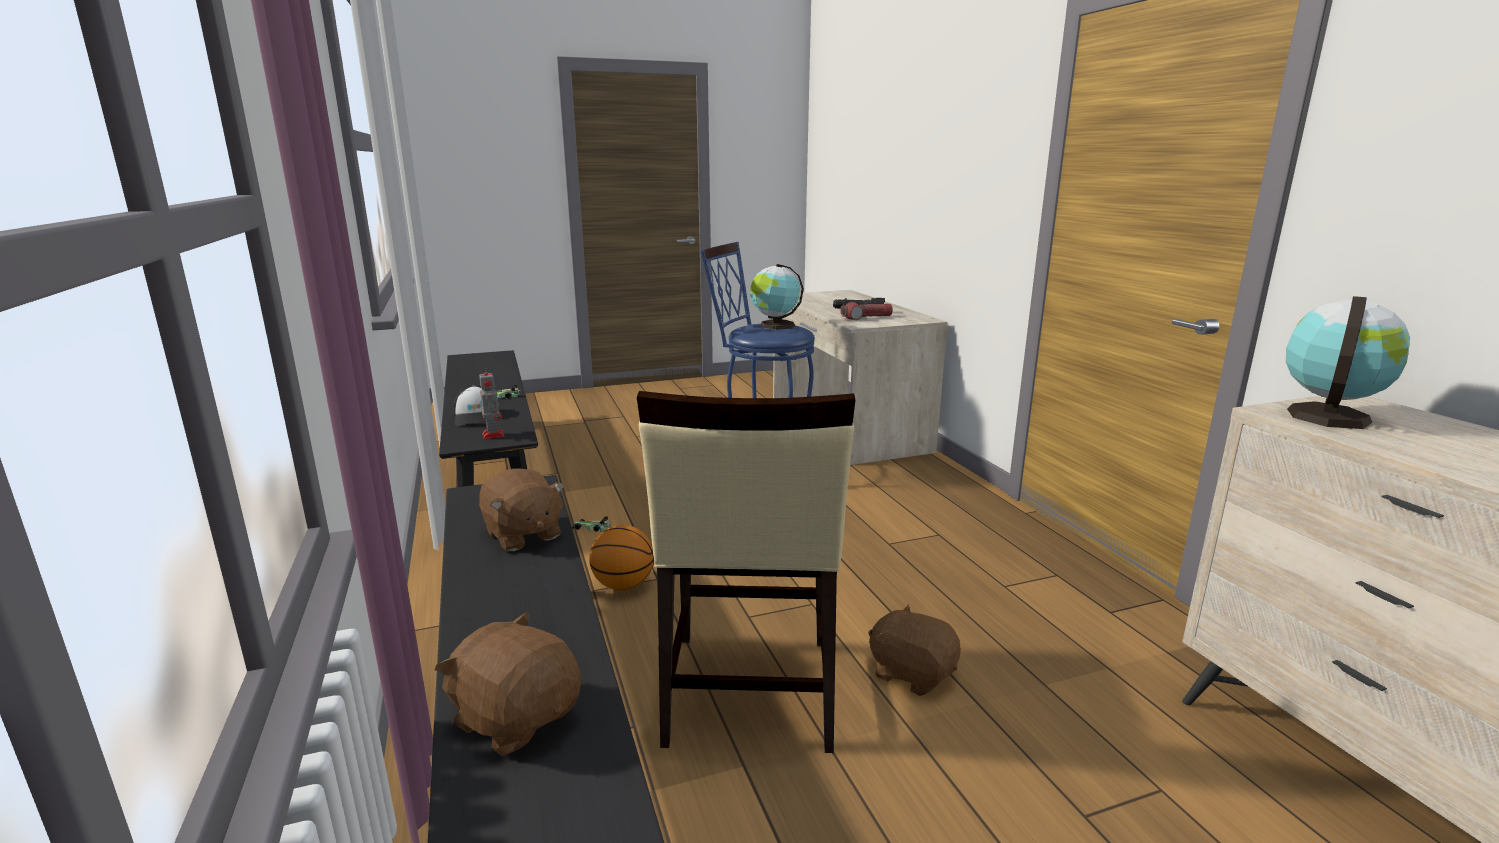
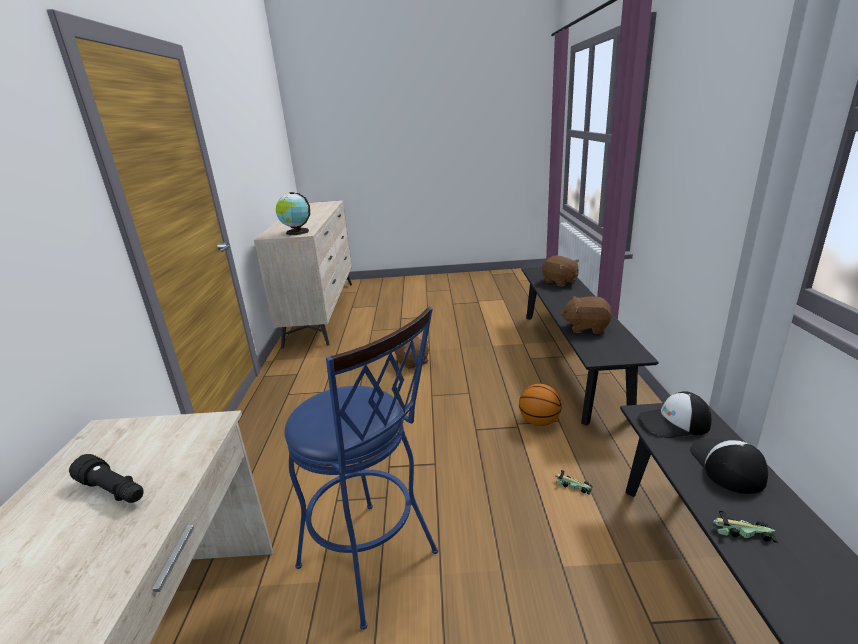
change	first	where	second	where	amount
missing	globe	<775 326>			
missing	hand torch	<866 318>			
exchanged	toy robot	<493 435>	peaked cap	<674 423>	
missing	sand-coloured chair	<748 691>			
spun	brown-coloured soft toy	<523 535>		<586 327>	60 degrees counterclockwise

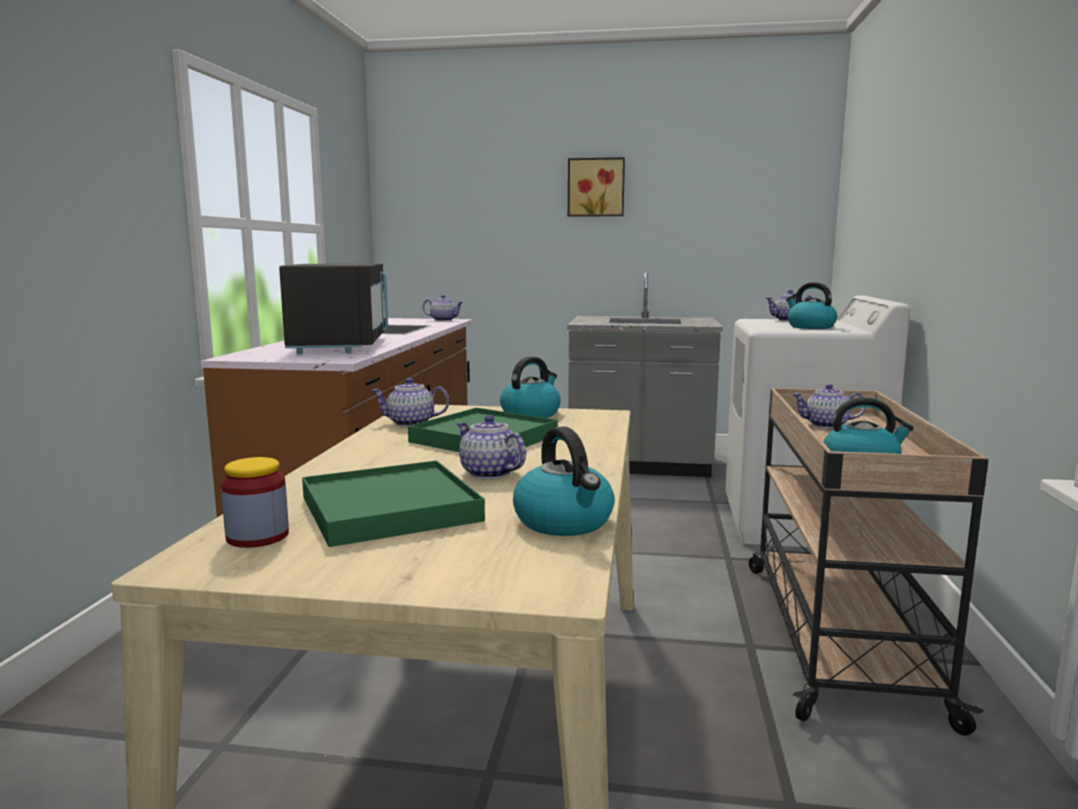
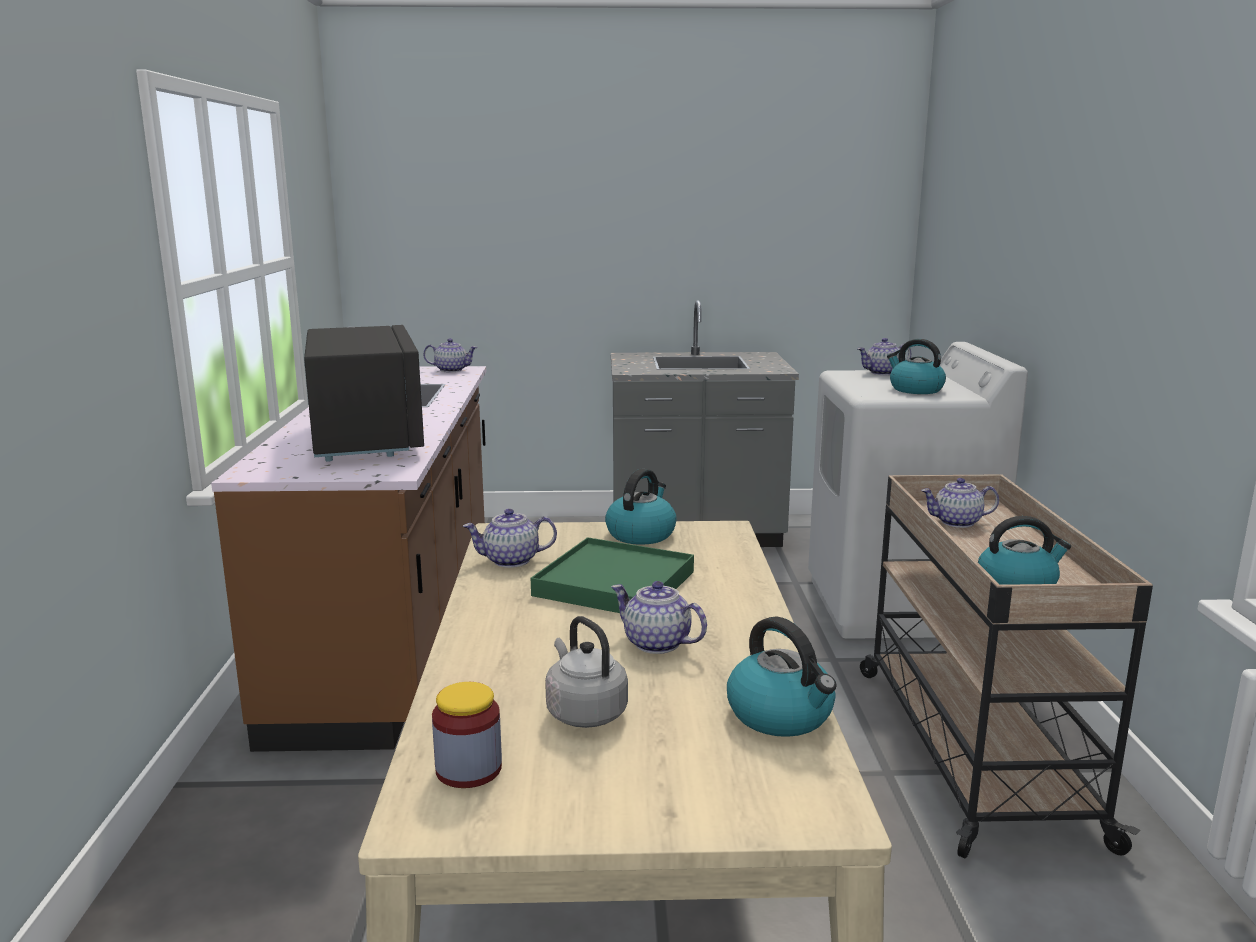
change	first	where	second	where	amount
missing	wall art	<596 187>			
exchanged	green-coloured tray	<389 509>	grey tea kettle	<584 712>	

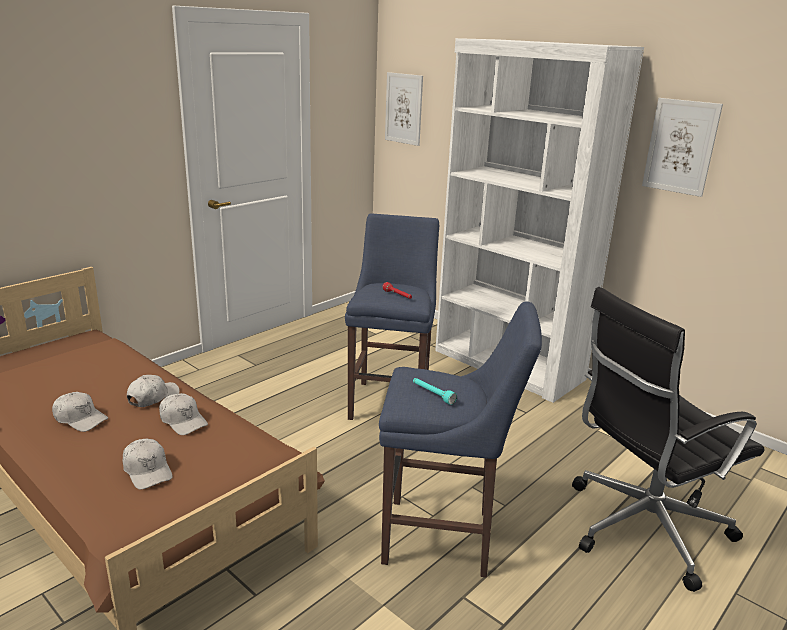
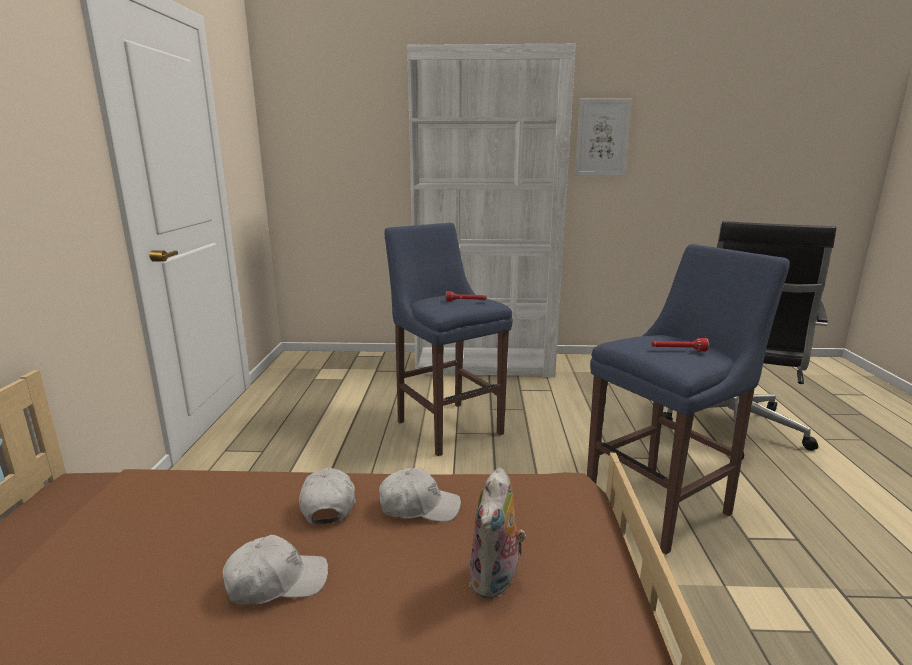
change	first	where	second	where	amount
missing	wall art	<403 108>			
colour	blue-green hand torch	<432 394>	red hand torch	<678 350>	
exchanged	white-coloured peaked cap	<148 470>	soft toy	<496 580>	

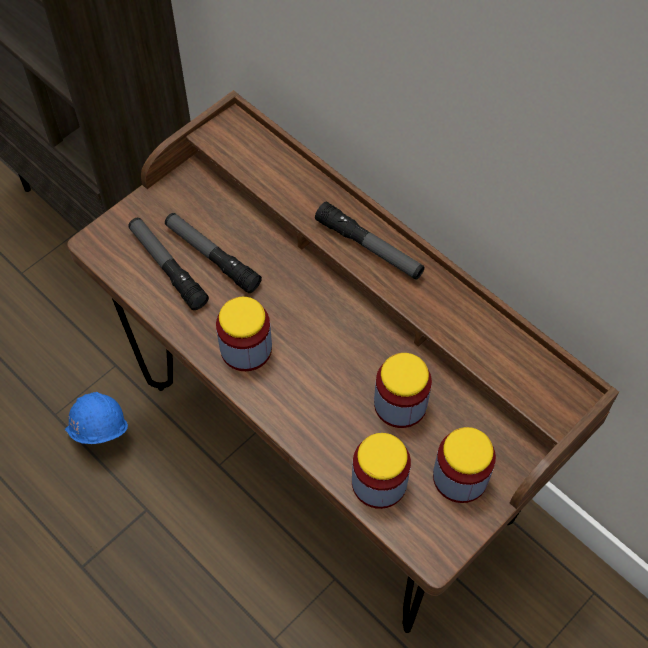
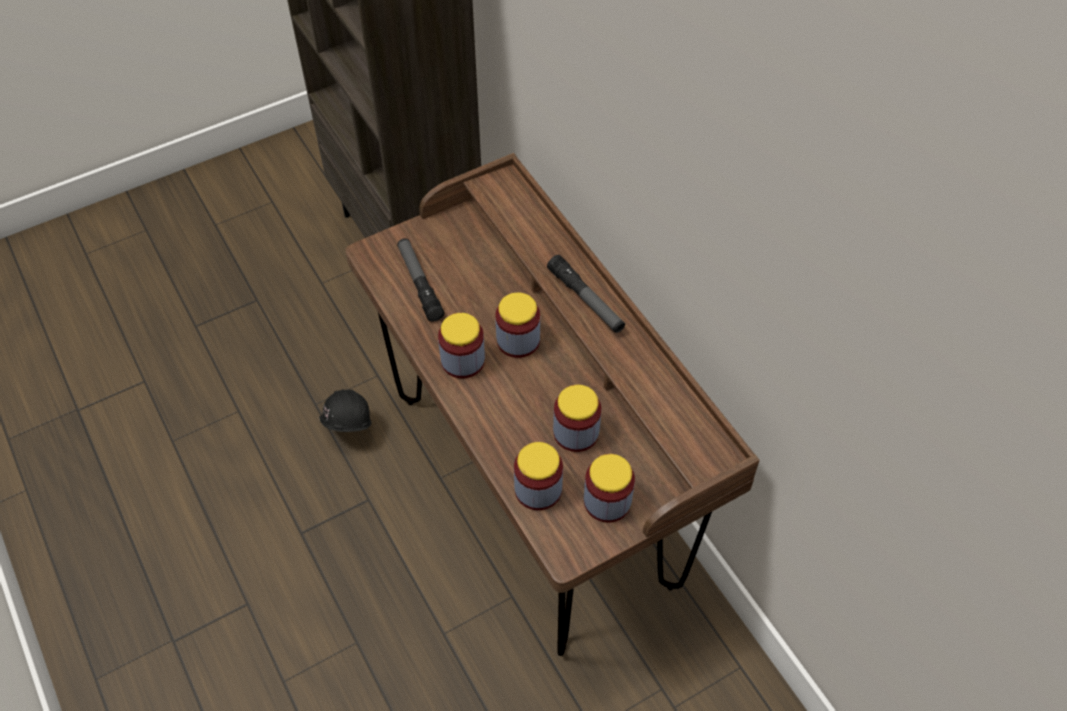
change	first	where	second	where	amount
missing	hand torch	<212 256>			
colour	blue safety helmet	<99 437>	blackish safety helmet	<347 431>	
appeared			preserve jar	<518 340>	

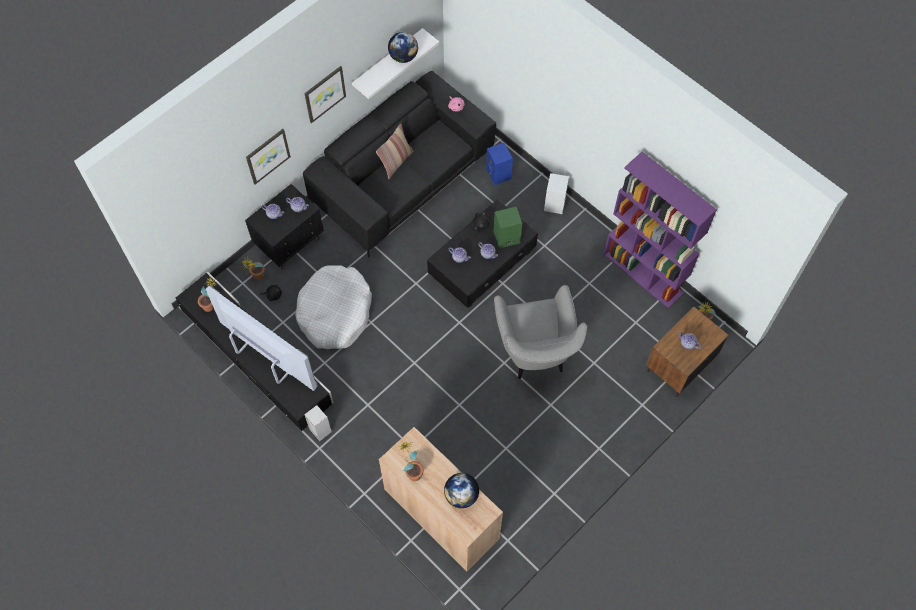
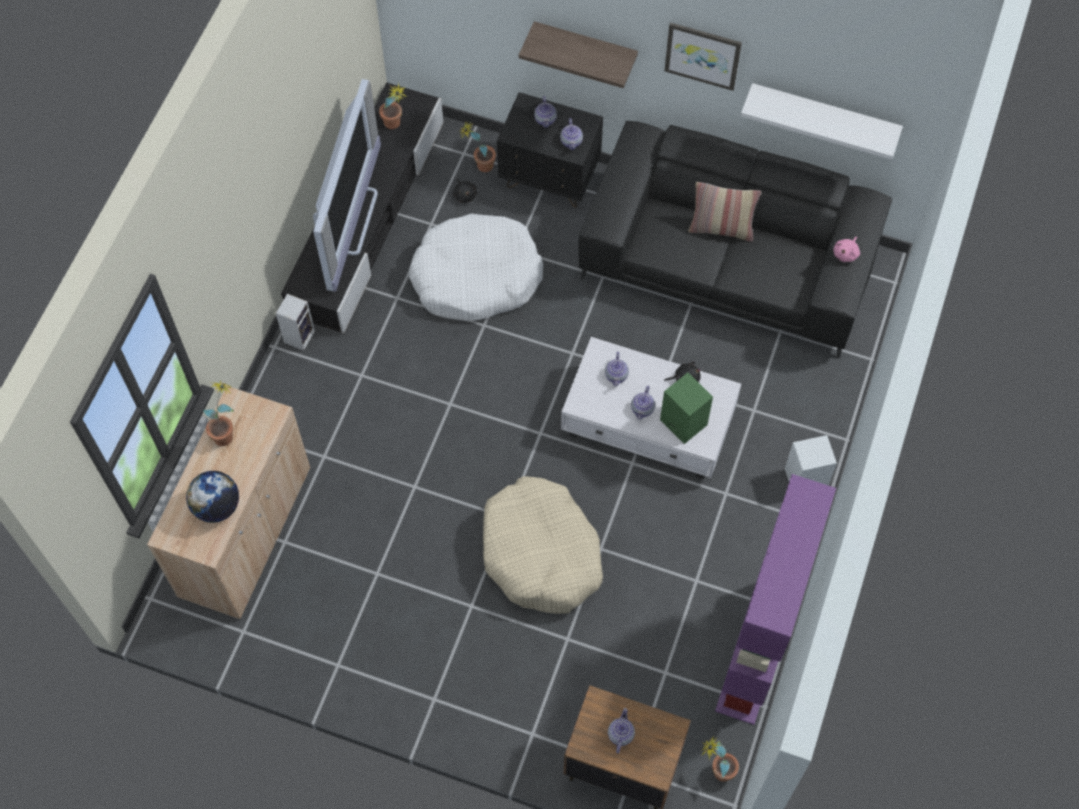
change	first	where	second	where	amount
missing	globe	<403 57>			
exchanged	wall art	<267 156>	shelf	<585 47>	
missing	blue speaker	<499 174>			
colour	blackish coffee table	<483 264>	white-coloured coffee table	<649 424>	
exchanged	grey easy chair	<535 354>	sand-coloured dog cushion	<541 553>	

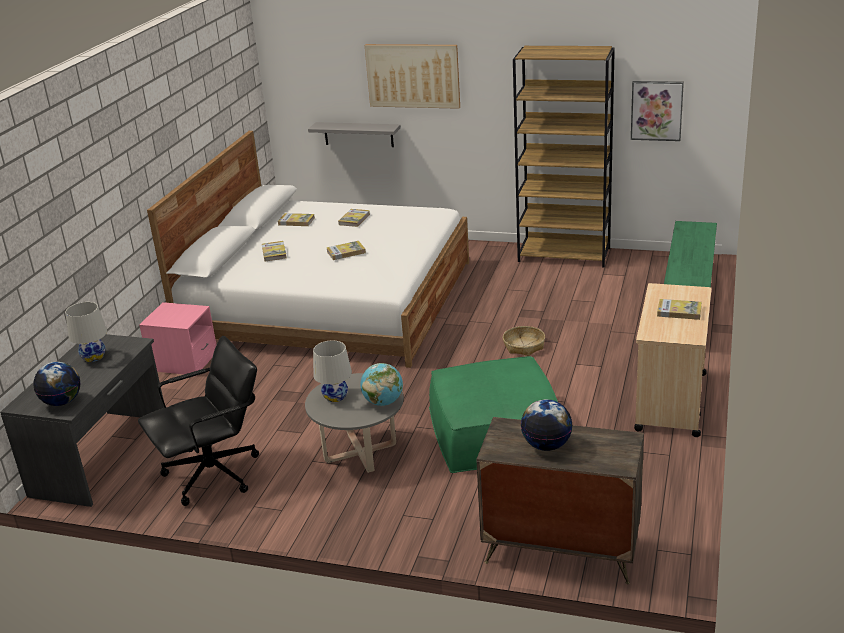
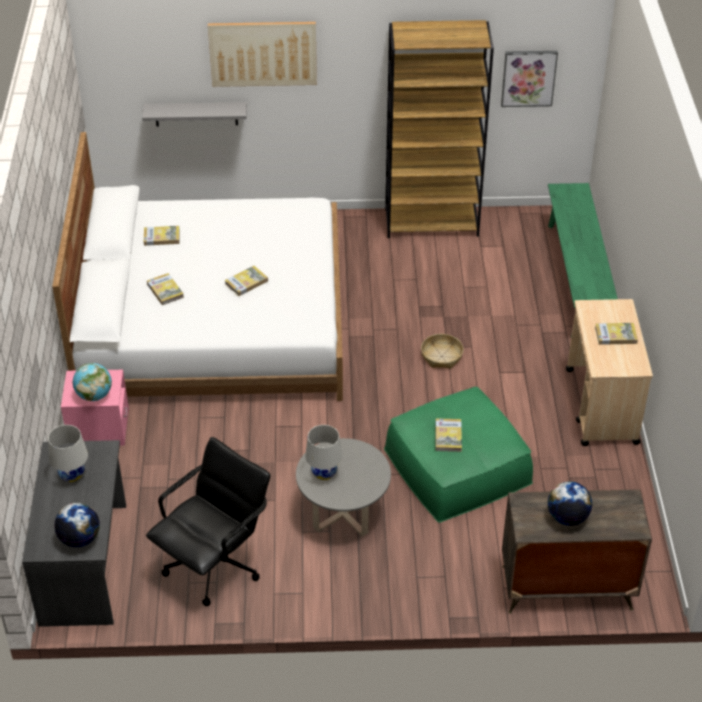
change	first	where	second	where	amount
relocated	bound book	<354 219>		<448 436>	
relocated	globe	<383 402>		<94 395>	

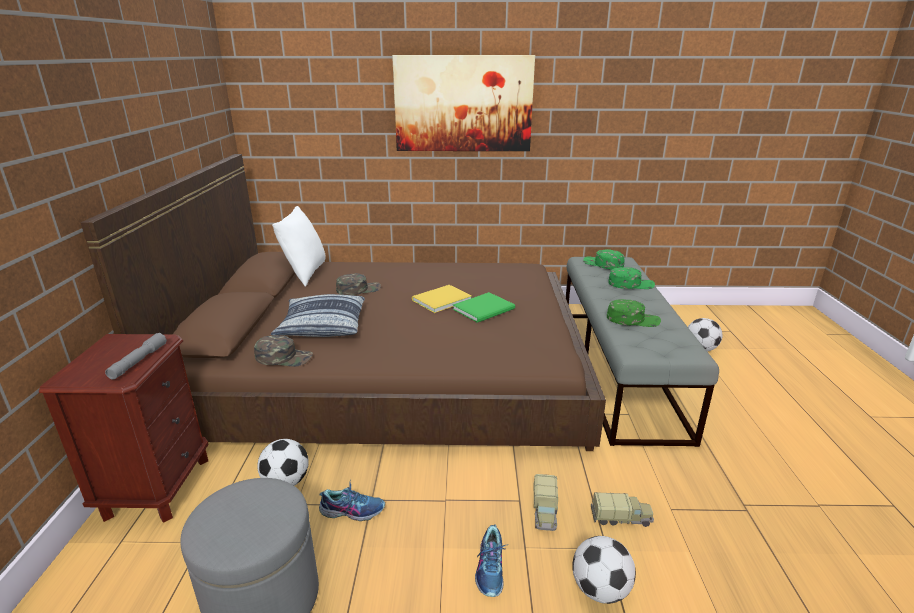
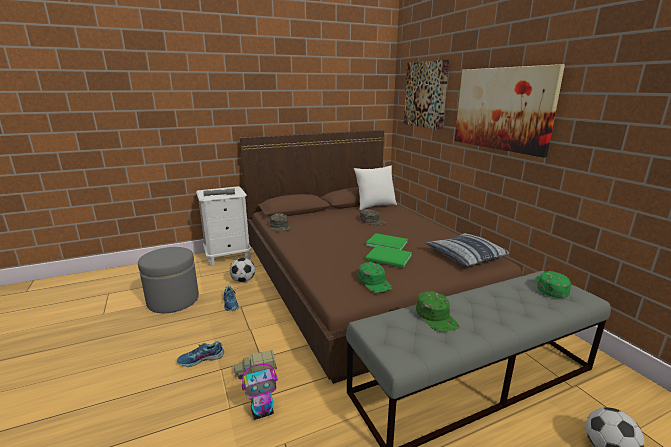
change	first	where	second	where	amount
relocated	green-coloured peaked cap	<630 284>		<375 282>	
colour	yellow-coloured bound book	<439 300>	green-coloured bound book	<386 243>	
relocated	throw pillow	<322 326>		<465 256>	
colour	brown-coloured night table	<157 487>	white-coloured night table	<228 256>	
exchanged	toy lorry	<621 518>	toy robot	<262 411>	
missing	football ball	<600 590>			
appeared			wall art	<426 94>	

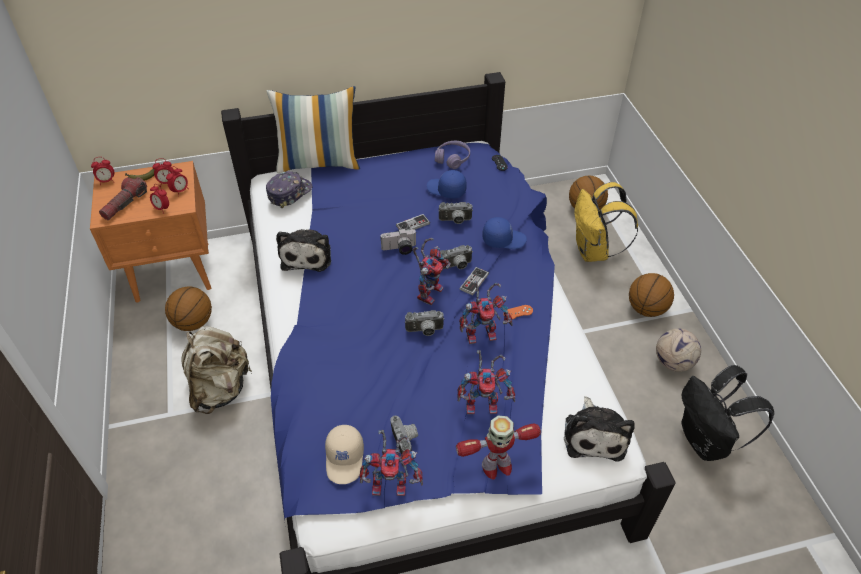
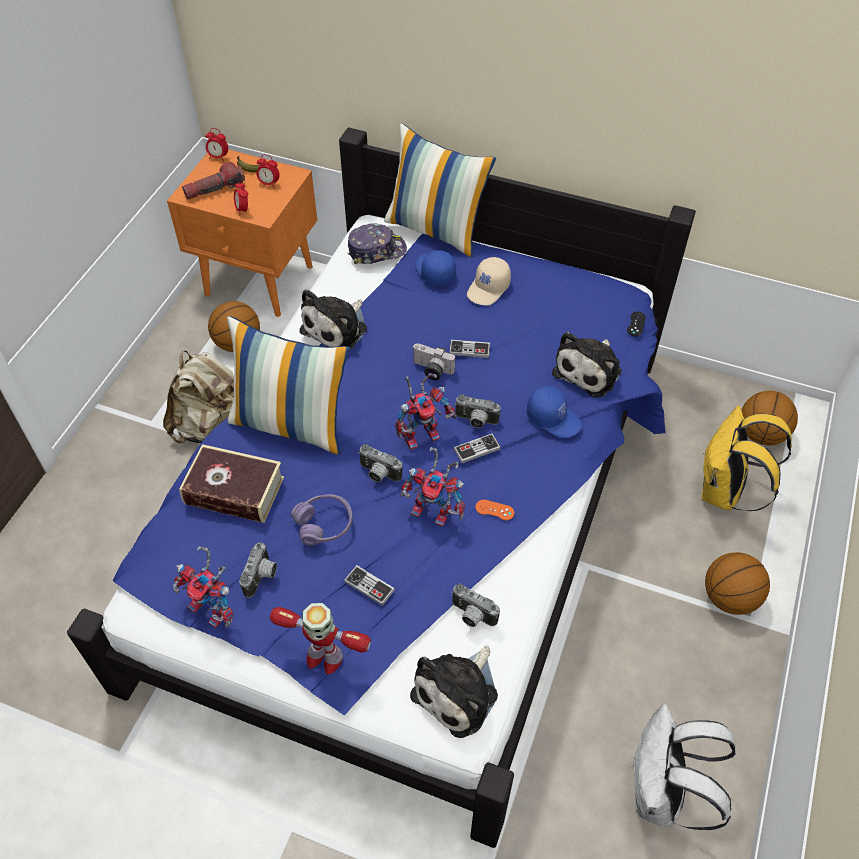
change	first	where	second	where	amount
relocated	purple headphones	<452 159>		<324 524>	
missing	alarm clock	<180 191>			
relocated	blue peaked cap	<446 190>		<434 272>	
relocated	photo camera	<455 221>		<471 616>	
missing	football ball	<672 362>			
exchanged	toy robot	<484 403>	joypad	<369 586>	
colour	blackish backpack	<706 442>	white-coloured backpack	<661 794>	
relocated	sand-coloured peaked cap	<345 459>		<489 289>	
appeared			throw pillow	<292 423>	
appeared			soft toy	<589 370>	
appeared			bound book	<234 491>	

